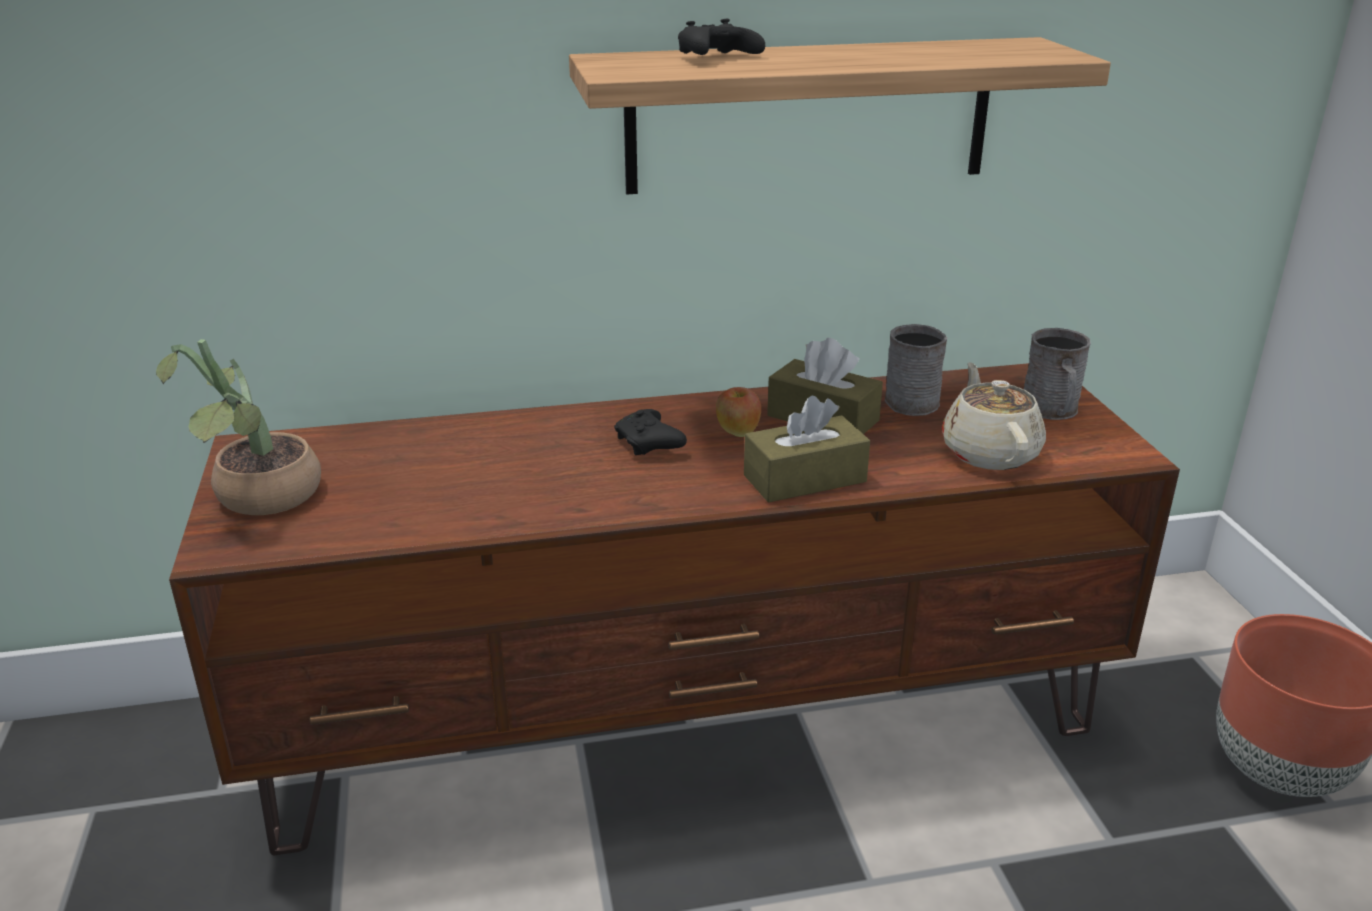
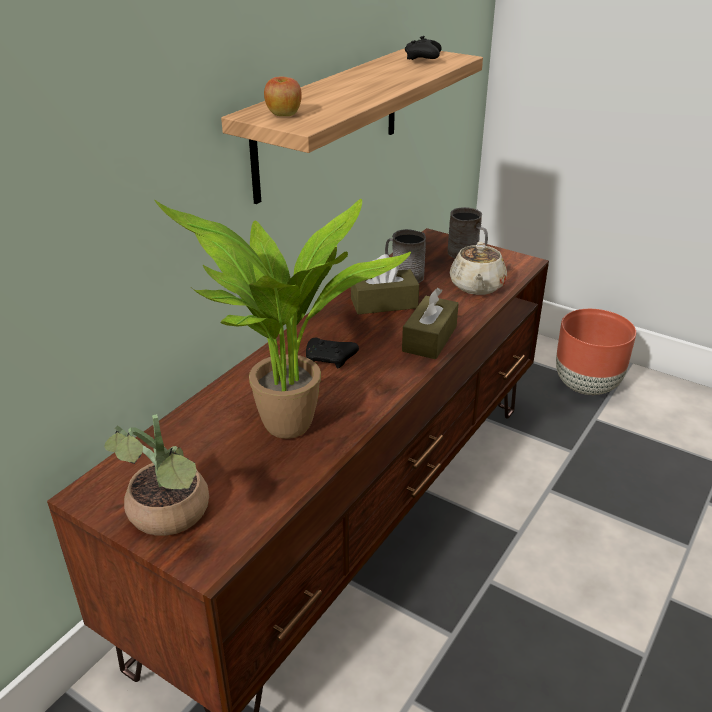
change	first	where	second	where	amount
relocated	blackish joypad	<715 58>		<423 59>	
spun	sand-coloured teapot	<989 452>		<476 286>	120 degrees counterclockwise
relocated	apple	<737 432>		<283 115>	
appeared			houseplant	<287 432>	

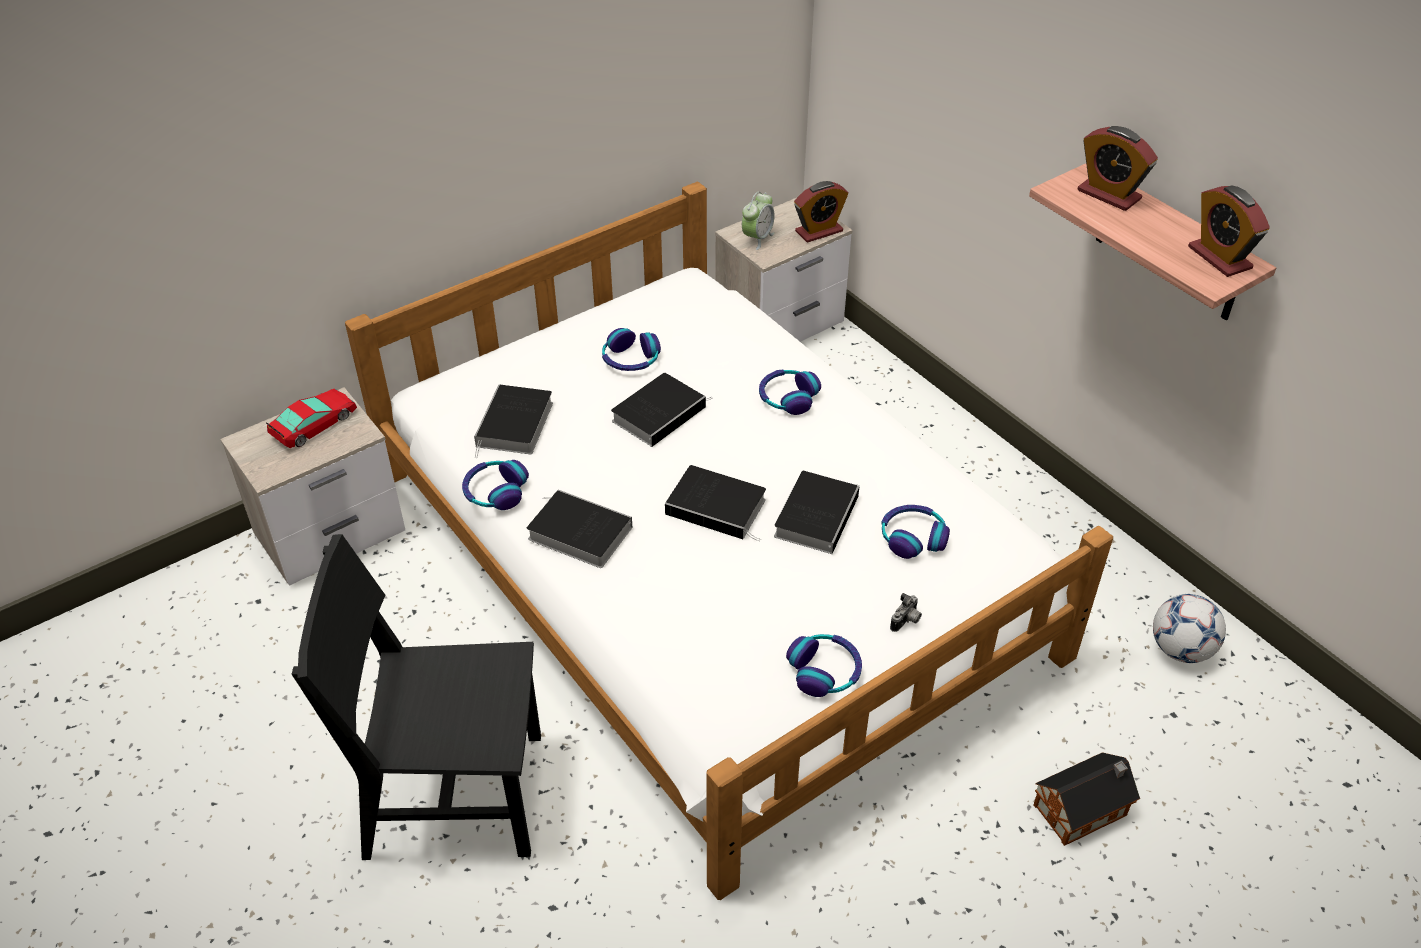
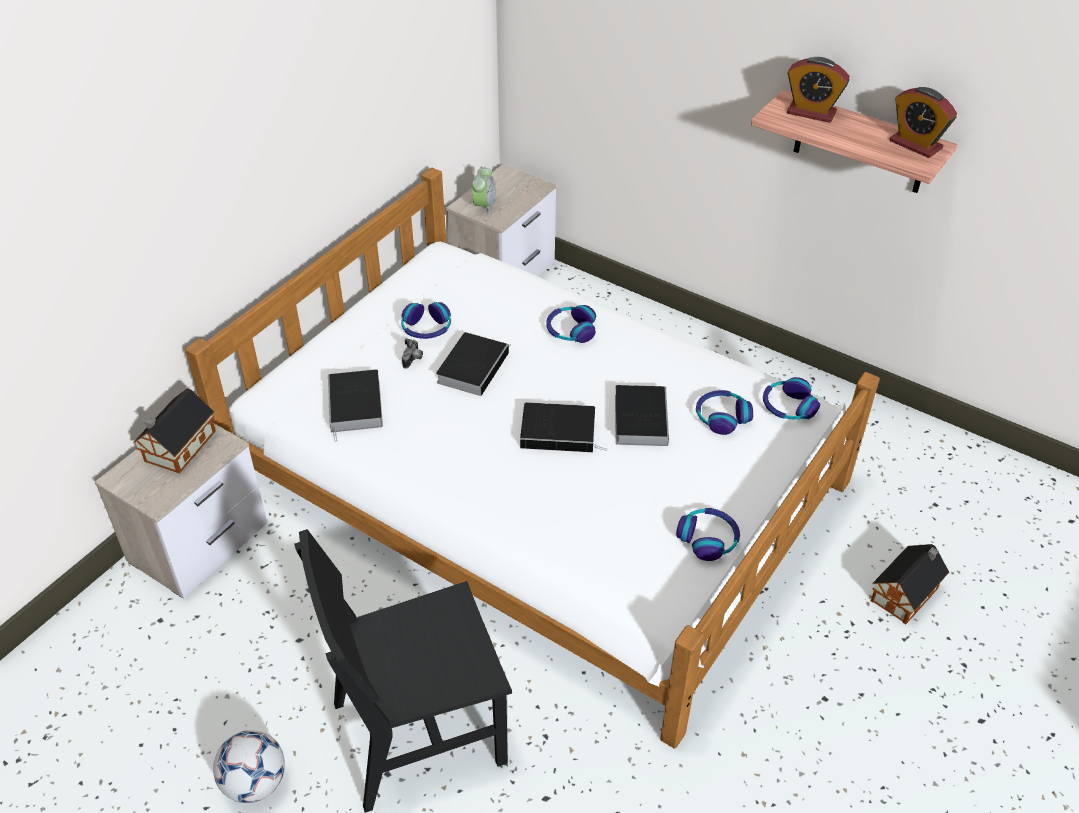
change	first	where	second	where	amount
missing	alarm clock	<819 231>			
exchanged	model car	<314 425>	model house	<177 448>	
relocated	headphones	<495 491>		<788 407>	
missing	bound book	<576 533>			
relocated	photo camera	<906 621>		<413 360>	
relocated	football ball	<1180 649>		<255 783>	

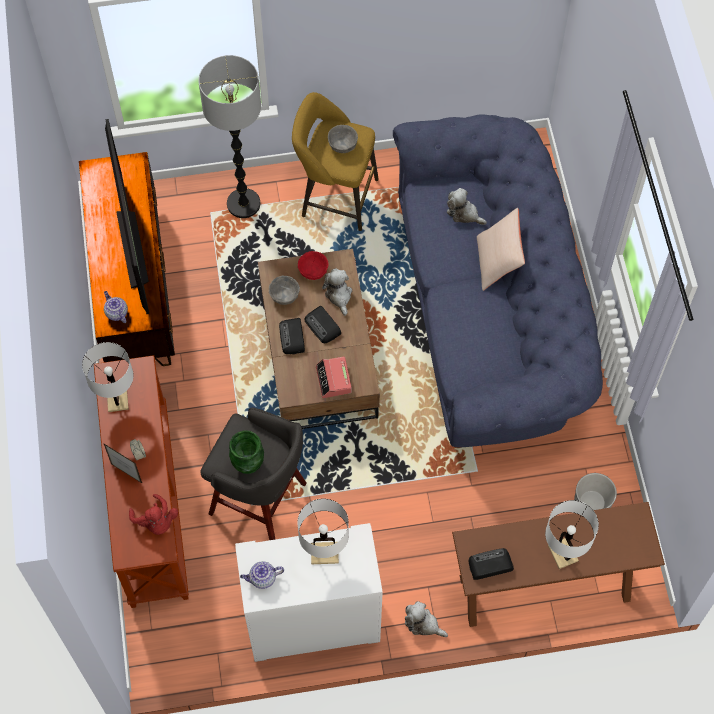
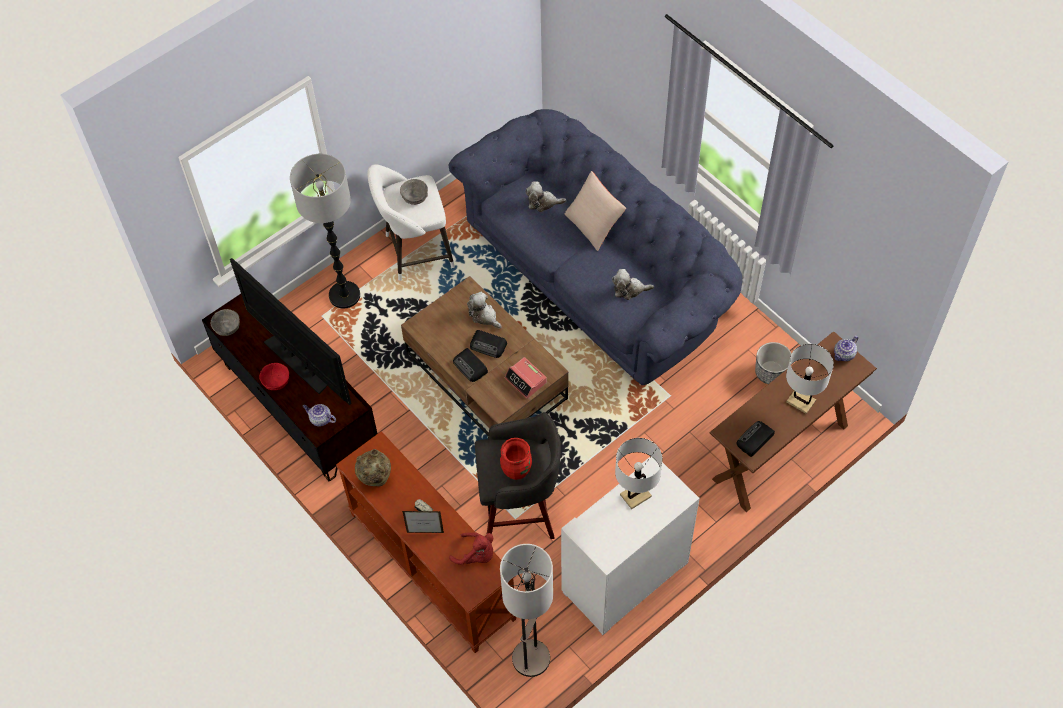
change	first	where	second	where	amount
colour	yellow-coloured sitting stool	<335 196>	white-coloured sitting stool	<415 252>	
relocated	red bowl	<312 271>		<276 382>	
relocated	grey bowl	<284 295>		<227 328>	
exchanged	white-coloured tabletop lamp	<117 399>	sand-coloured vase	<376 480>	
colour	green-coloured vase	<248 464>	red vase	<517 471>	
relocated	teapot	<262 578>		<844 355>	
relocated	soft toy	<423 624>		<629 289>	
appeared			standard lamp	<530 658>	

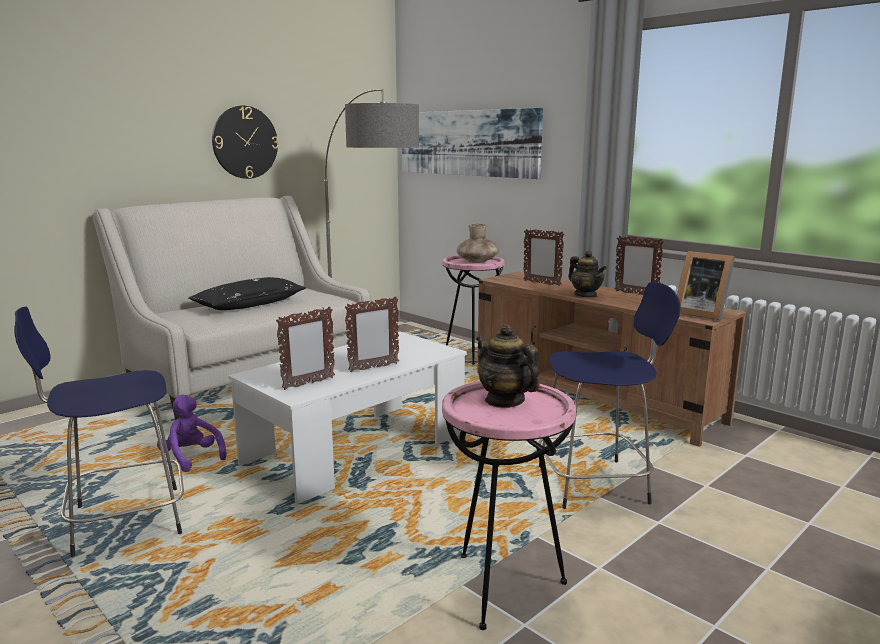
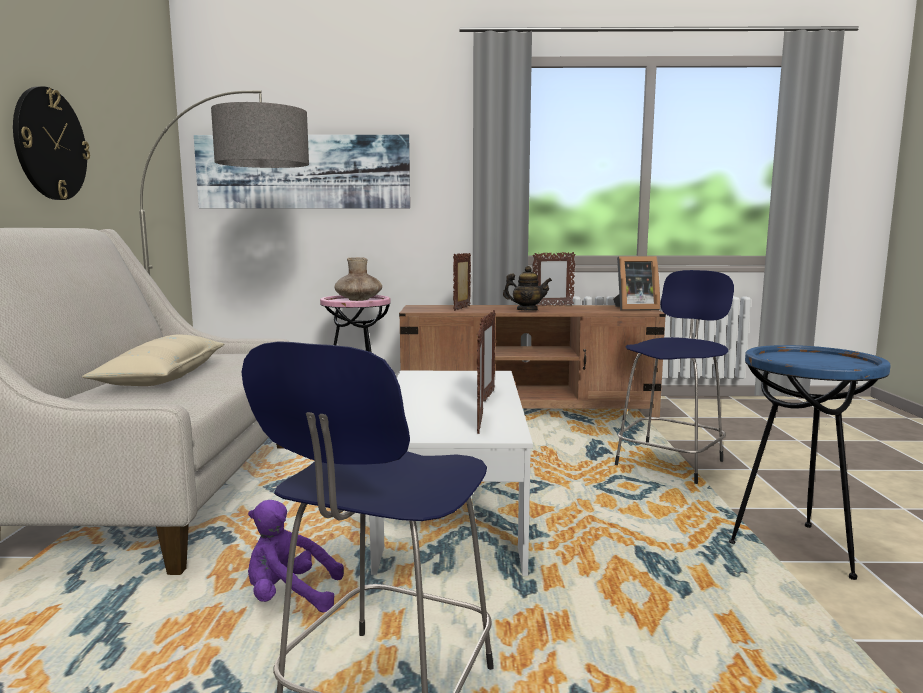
change	first	where	second	where	amount
spun	photo frame	<541 283>		<462 308>	120 degrees clockwise
colour	blackish throw pillow	<250 305>	sand-coloured throw pillow	<163 377>	
missing	teapot	<504 401>			
colour	pink side table	<503 588>	blue side table	<796 548>	

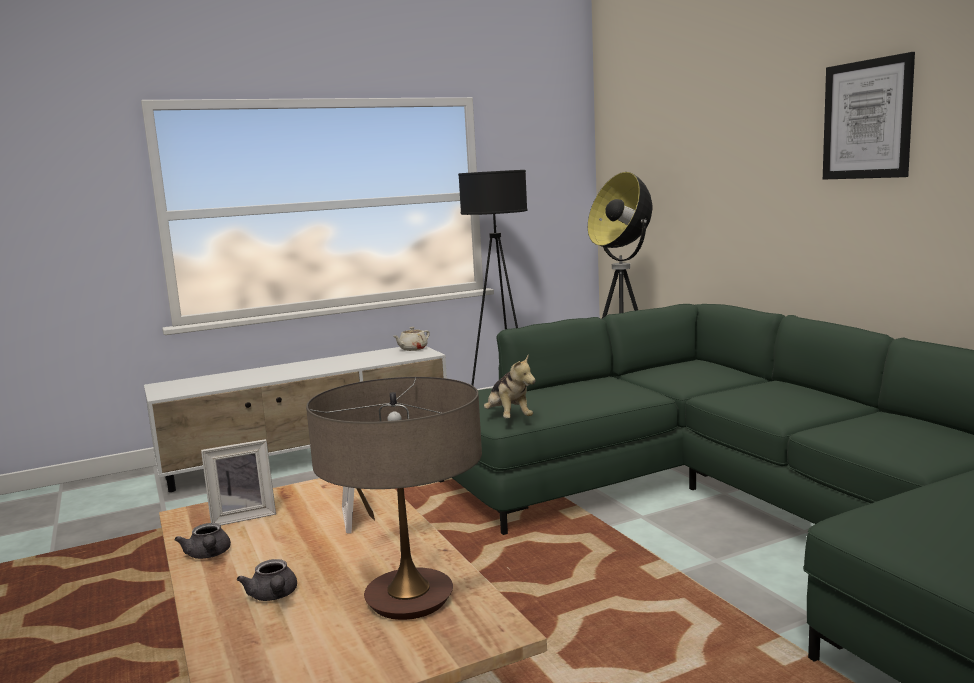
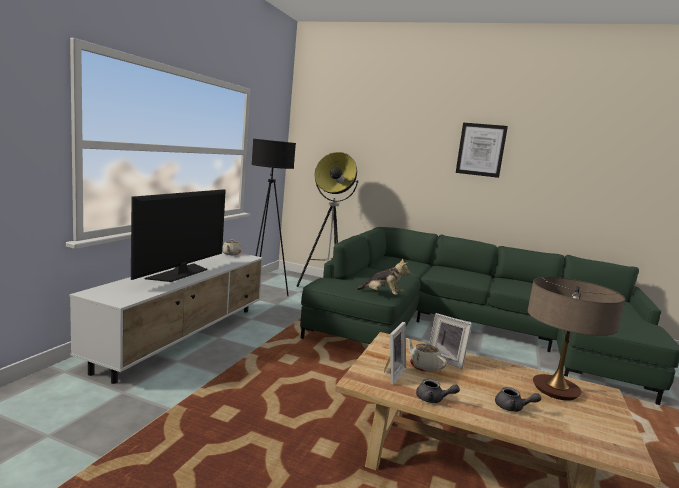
change	first	where	second	where	amount
appeared			TV set	<180 273>	
appeared			sand-coloured teapot	<423 366>	

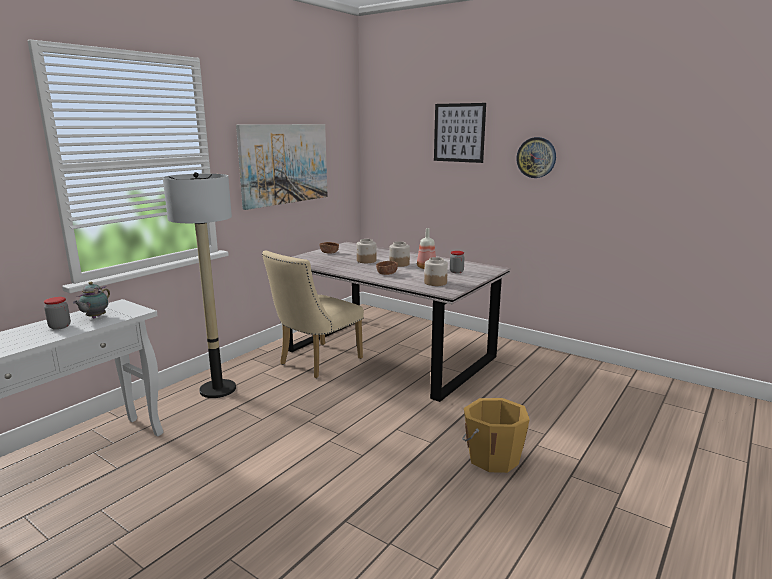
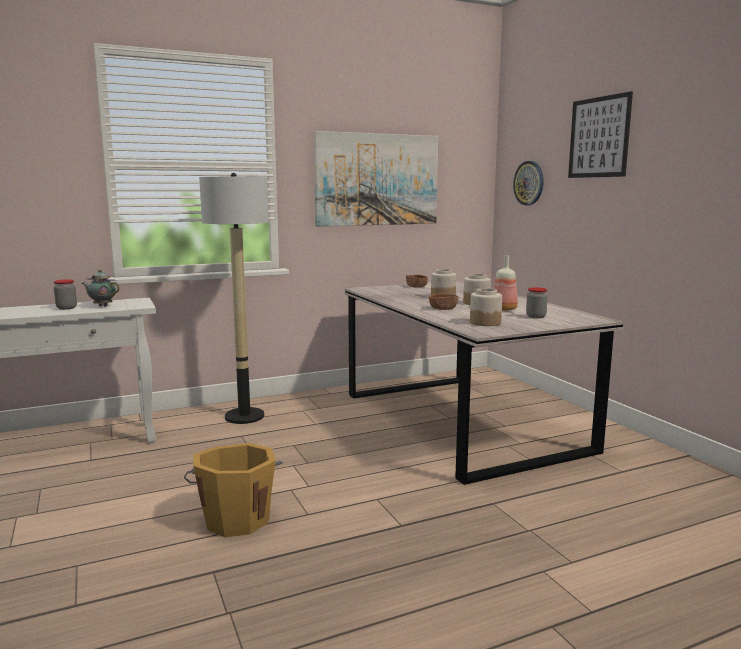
change	first	where	second	where	amount
relocated	wall clock	<536 157>		<529 183>	
missing	sand-coloured chair	<315 363>			
spun	teapot	<95 317>		<102 306>	60 degrees clockwise
relocated	orange bucket	<492 457>		<237 519>	

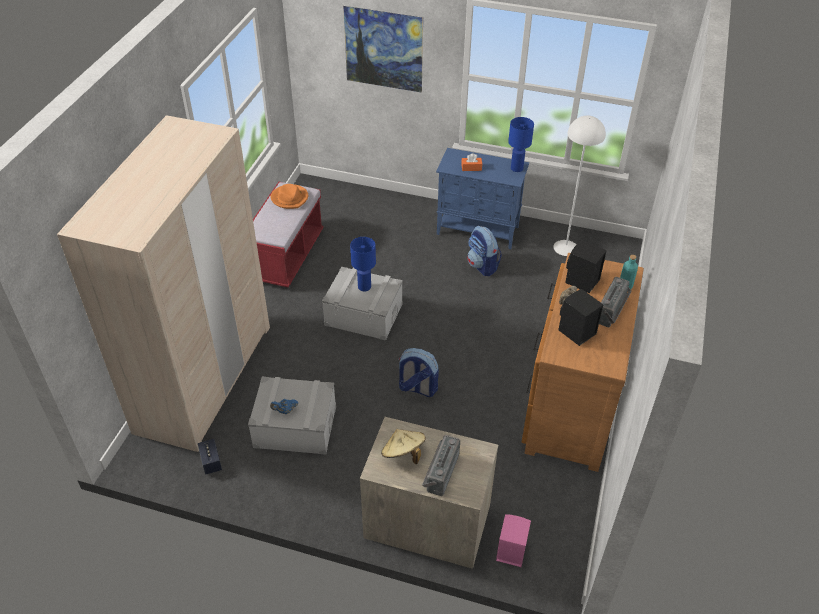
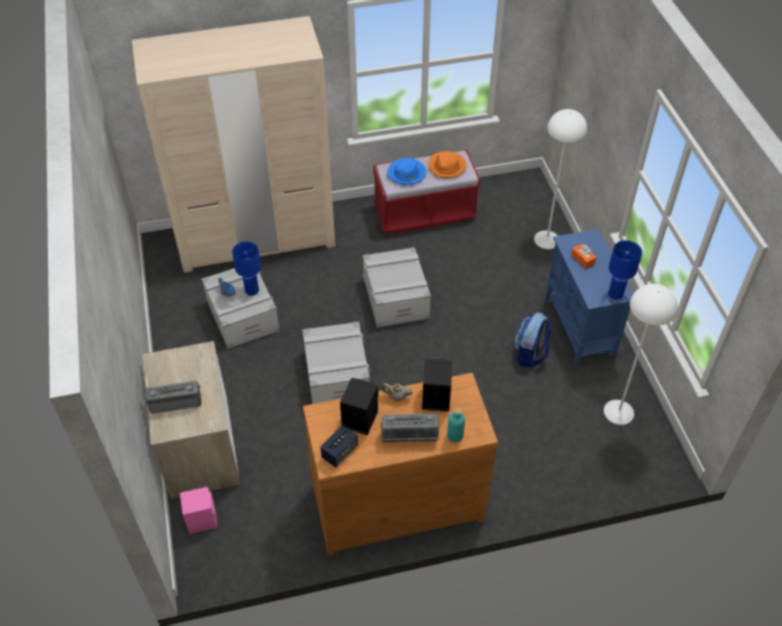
change	first	where	second	where	amount
missing	wall art	<383 68>			
relocated	blue tabletop lamp	<364 287>		<251 291>	
exchanged	backpack	<417 388>	grey storage container	<336 375>	
missing	sand-coloured hat	<403 454>			
relocated	speaker	<211 462>		<339 452>	
appeared			white-coloured standard lamp	<546 239>	
appeared			blue hat	<406 174>	

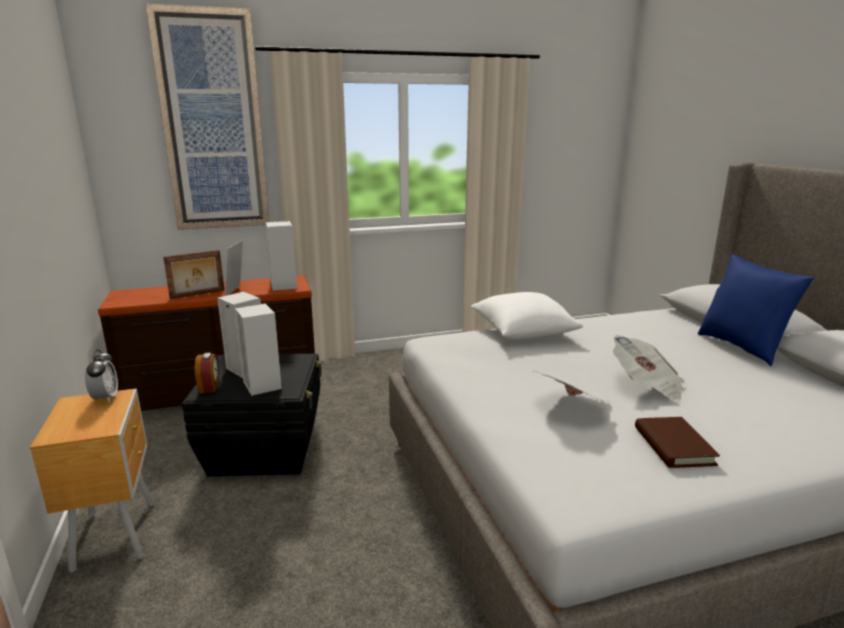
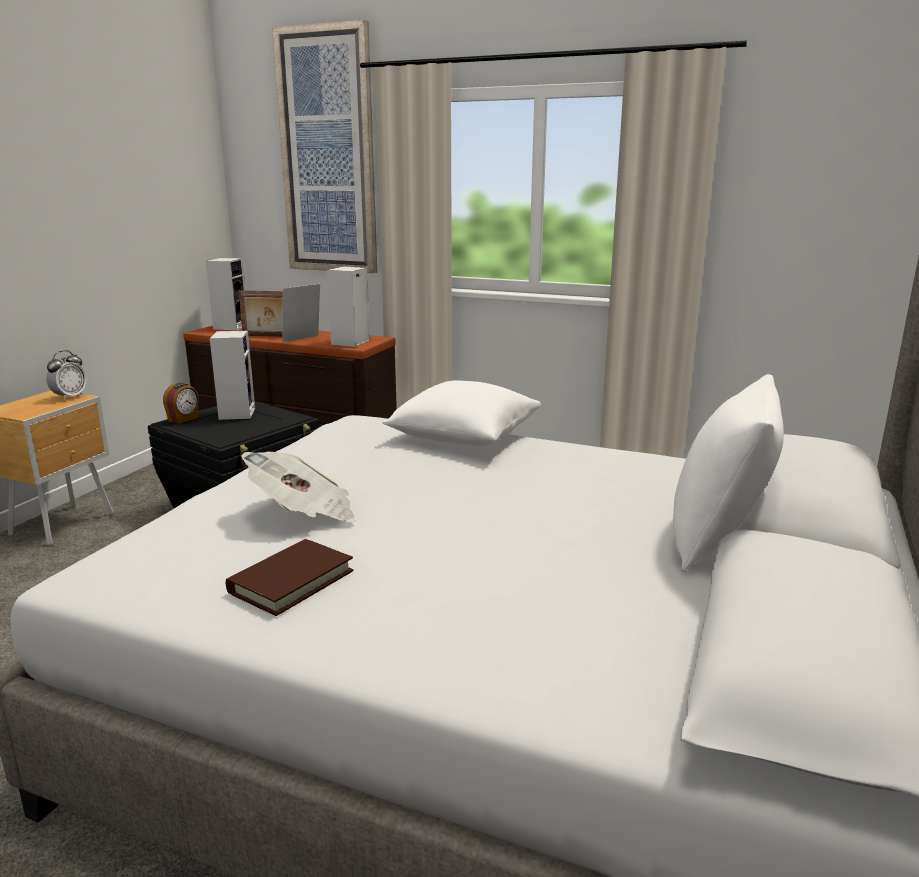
change	first	where	second	where	amount
colour	blue throw pillow	<742 347>	white-coloured throw pillow	<718 540>	
relocated	speaker	<261 385>		<231 326>	
missing	newspaper	<646 386>			

